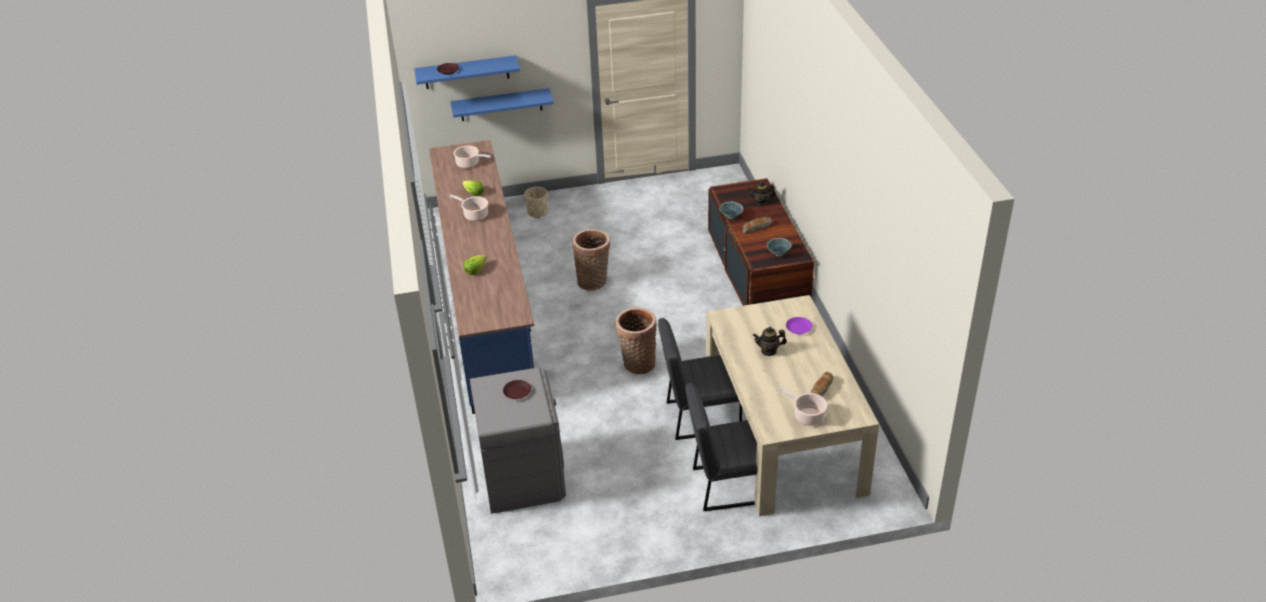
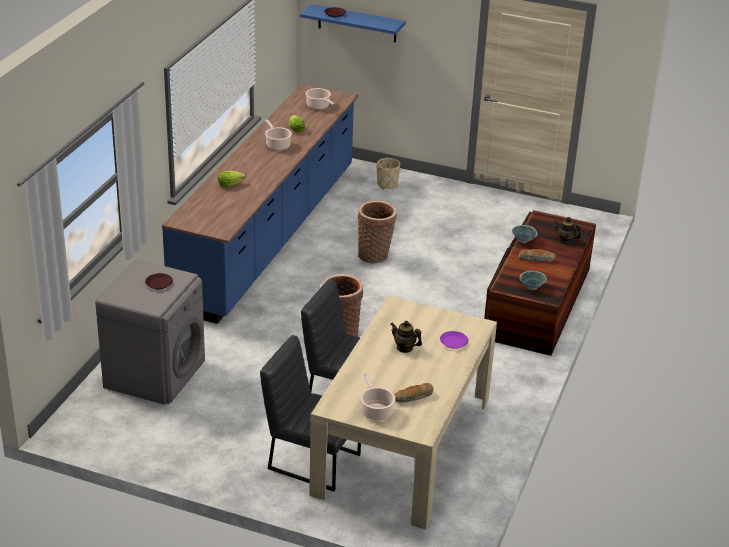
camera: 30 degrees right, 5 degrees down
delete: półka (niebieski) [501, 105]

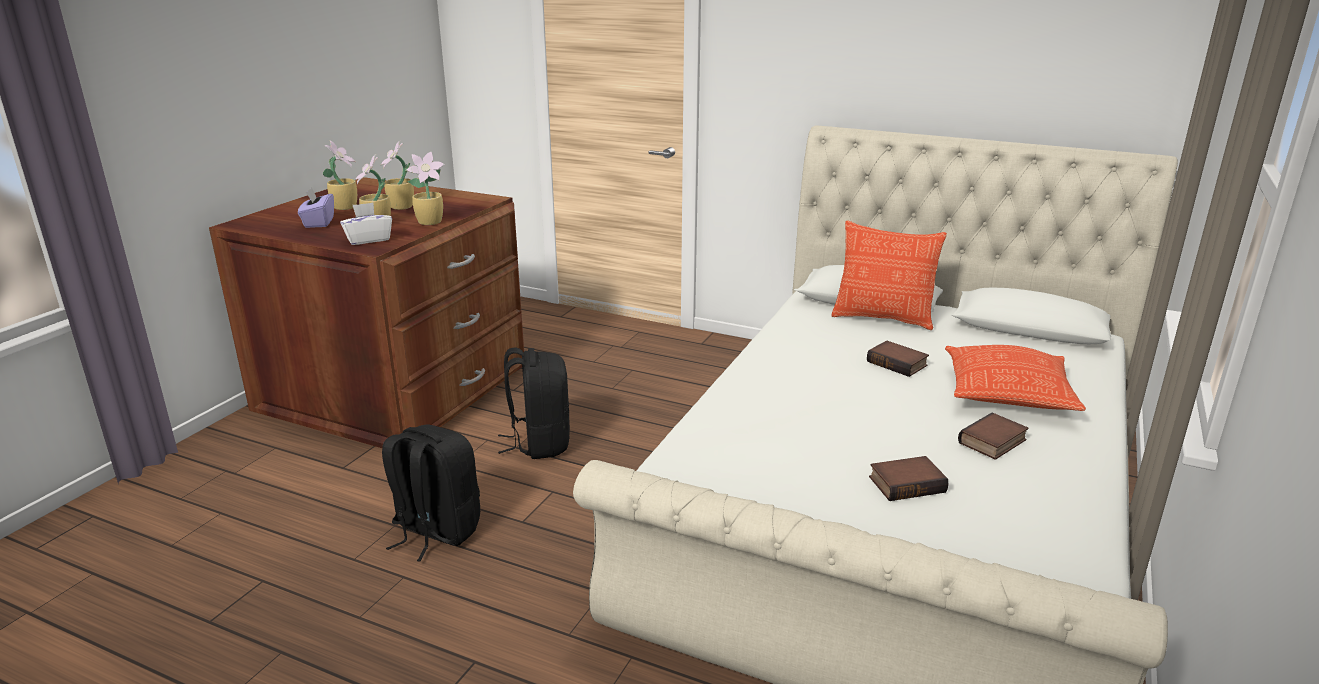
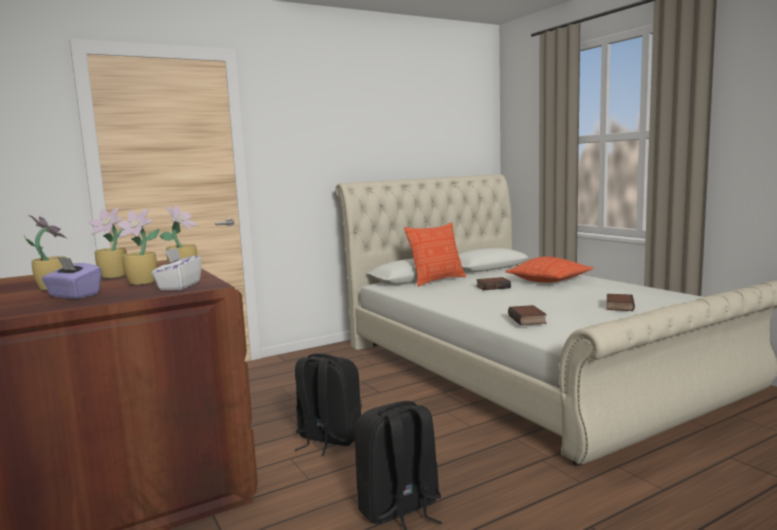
camera: 55 degrees left, 15 degrees down
move: książka [993, 442] to [528, 319]

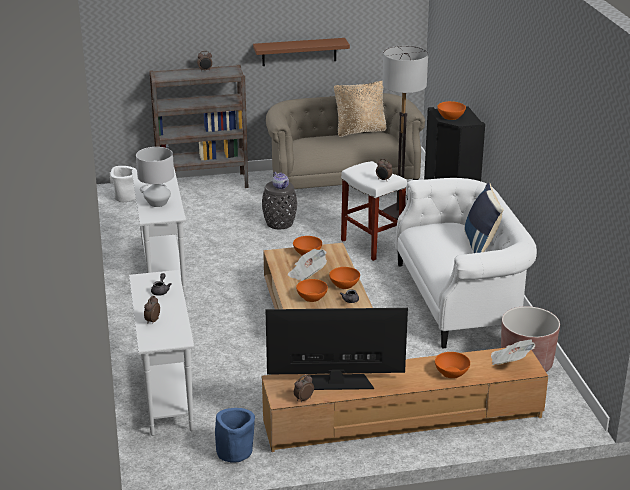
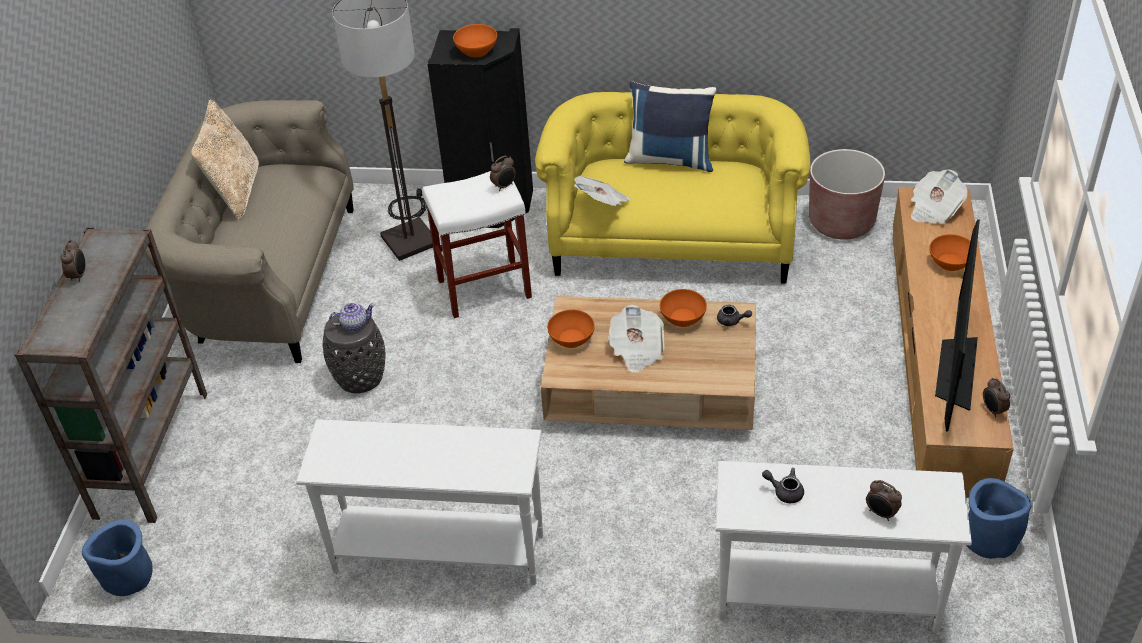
camera: 70 degrees left, 15 degrees up
delete: lampa stołowa (biały) [156, 197]; półka (brązowy) [299, 52]; miska (pomarańczowy) [312, 297]
insert: gazeta [602, 203]
recolor: donica (biały) [125, 197] to donica (niebieski) [128, 577]; kanapa (biały) [460, 299] to kanapa (żółty) [672, 239]

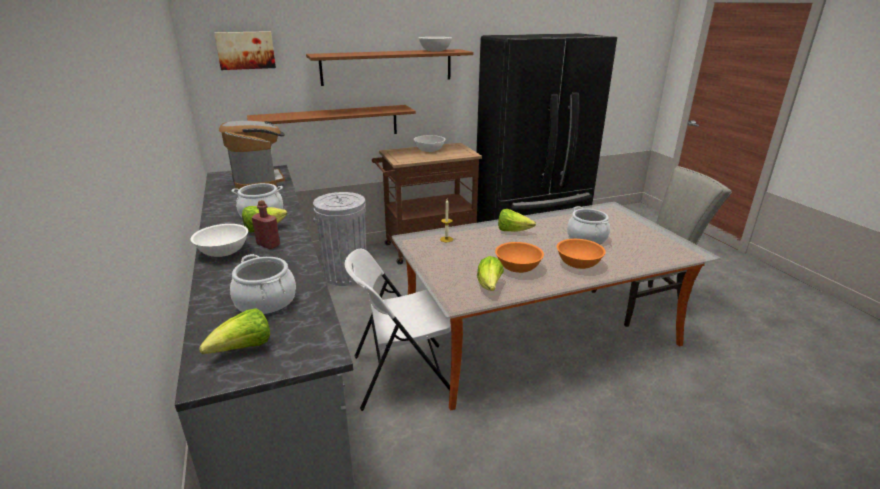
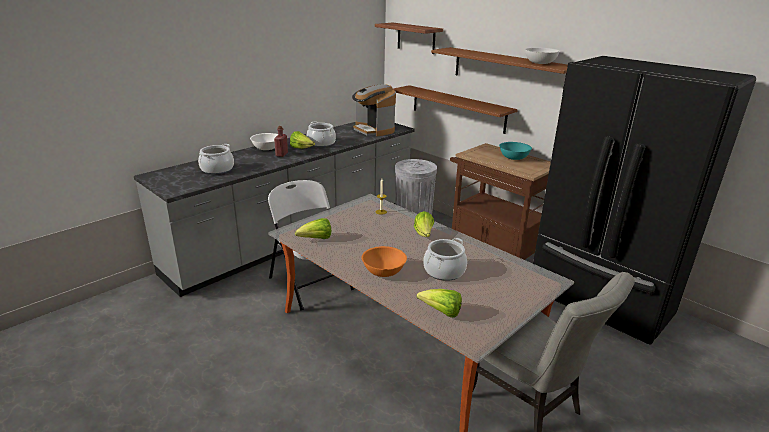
camera: 65 degrees right, 0 degrees up
delete: miska (pomarańczowy) [517, 268]
move: sałata [243, 349] to [441, 312]
replace: obraz [245, 50] to półka [416, 38]
recolor: miska (biały) [429, 150] to miska (turkusowy) [514, 157]
rotate: ekspres do kawy [259, 181] = [373, 130] 105 degrees clockwise

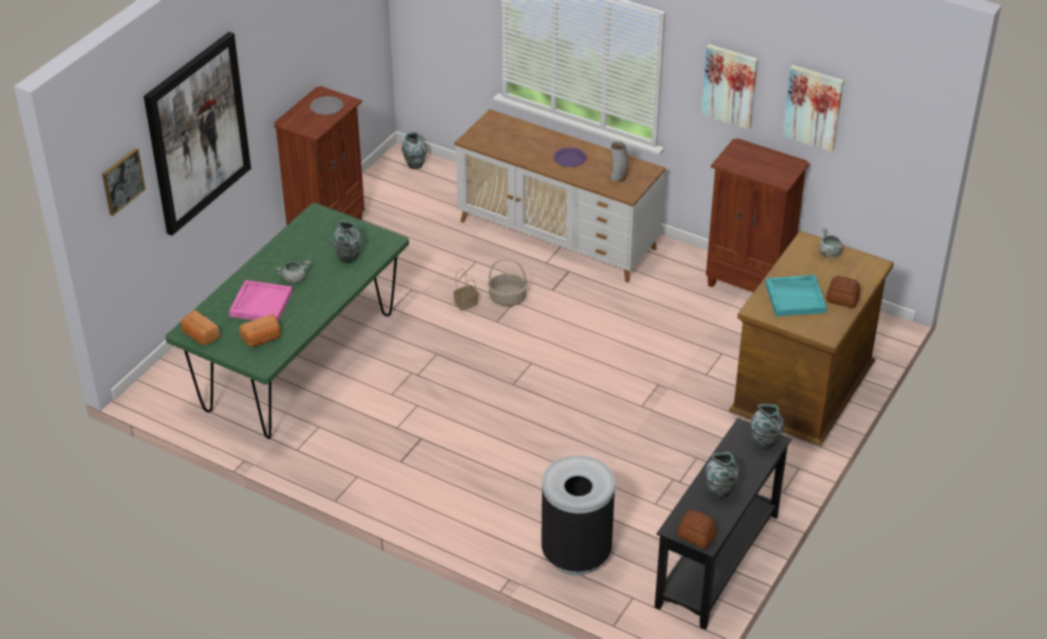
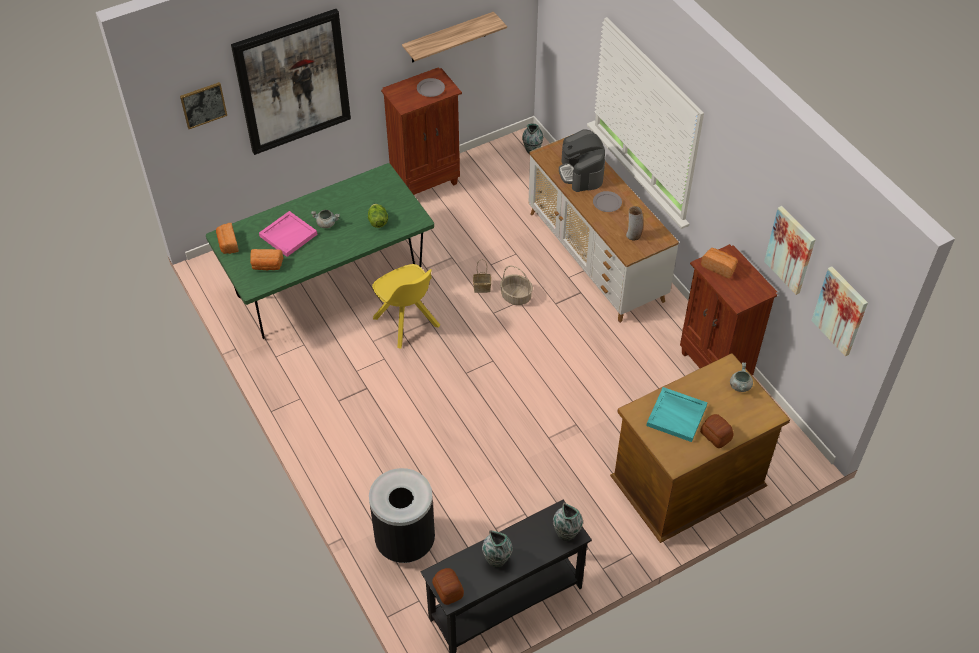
camera: 30 degrees right, 10 degrees up
insert: krzesło (żółty) [406, 323]; półka [448, 38]; ekspres do kawy [581, 173]; chleb [719, 267]
move: obraz [730, 86] to [840, 311]
replace: wazon [348, 257] to sałata [378, 222]
recolor: talerz (fioletowy) [570, 159] to talerz (szary) [607, 203]

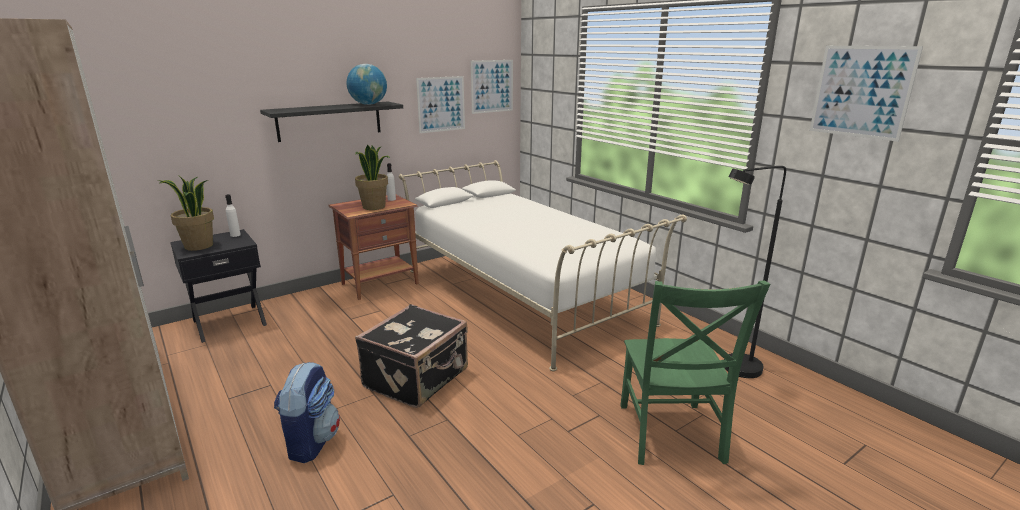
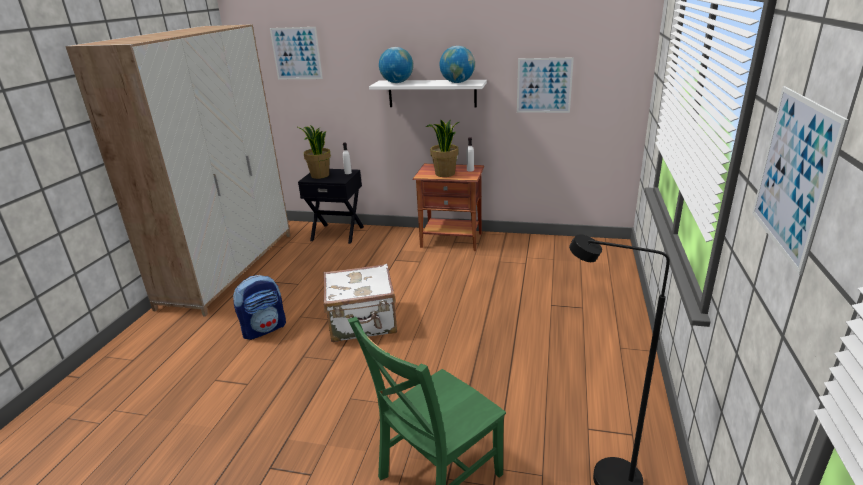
camera: 50 degrees right, 5 degrees up
delete: łóżko (biały) [522, 296]
insert: globus [397, 82]
move: obraz [492, 86] to [296, 53]
recolor: półka (czarny) [329, 121] to półka (biały) [432, 93]; walizka (czarny) [418, 378] to walizka (biały) [363, 323]

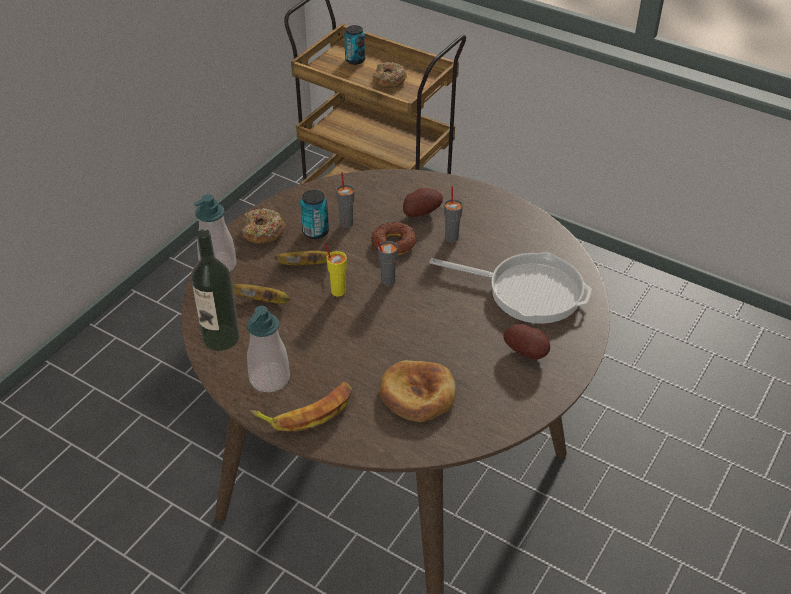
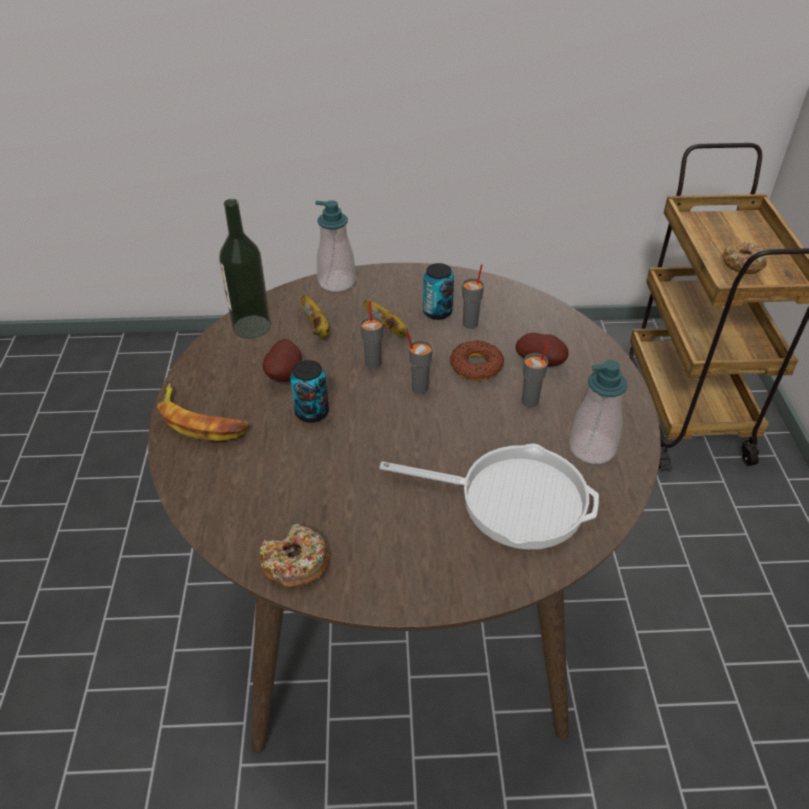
camera: 55 degrees right, 0 degrees up
delete: chleb [418, 394]
move: donut [263, 232] to [295, 563]; dozownik mydła [269, 378] to [592, 448]; puszka [355, 60] to [312, 412]; ziemniak [527, 353] to [286, 375]
recolor: filiżanka (żółty) [338, 291] to filiżanka (szary) [373, 363]
rotate: patelnia [528, 291] = [513, 500] 60 degrees counterclockwise

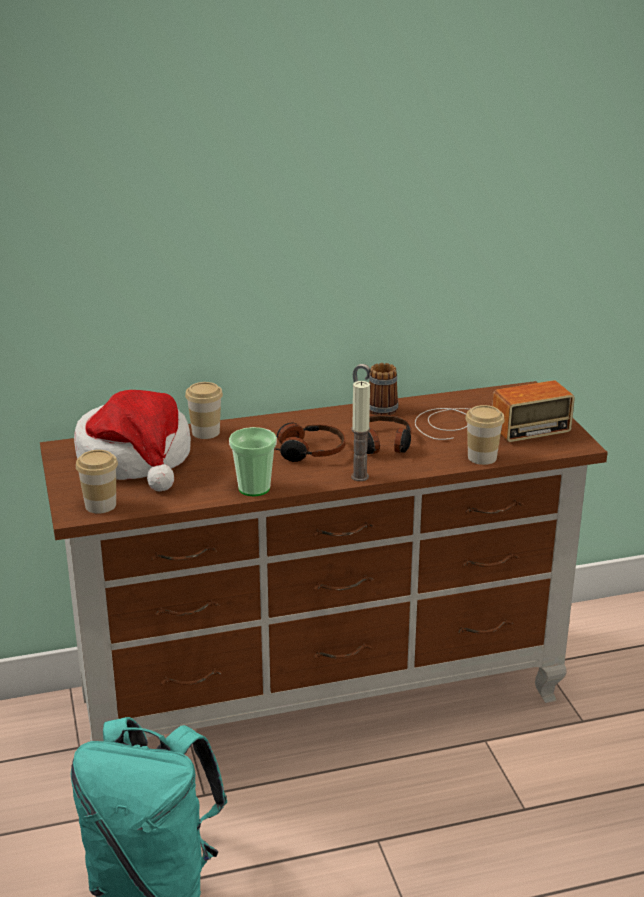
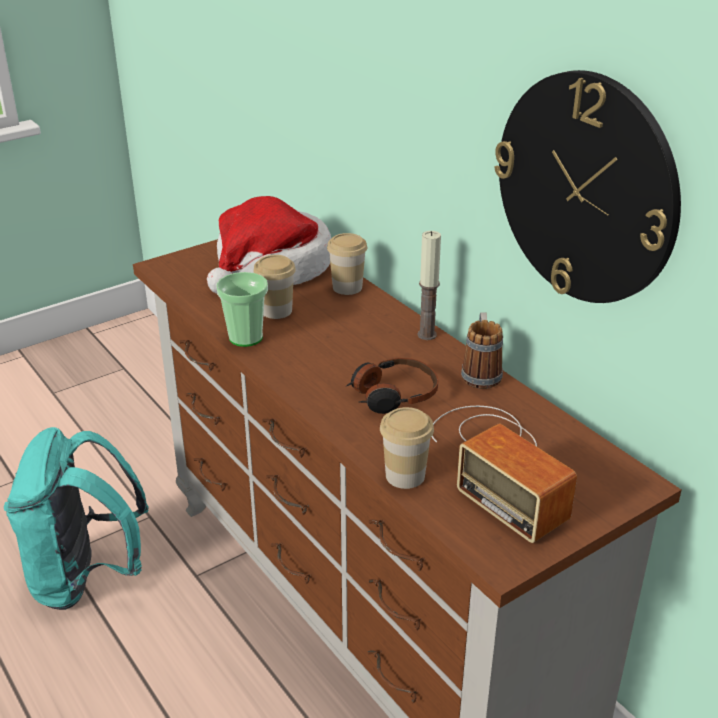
camera: 70 degrees right, 5 degrees up
delete: słuchawki [308, 451]
insert: zegar ścienny [585, 189]
move: filiżanka [100, 505] to [276, 311]; świeca [360, 477] to [427, 335]

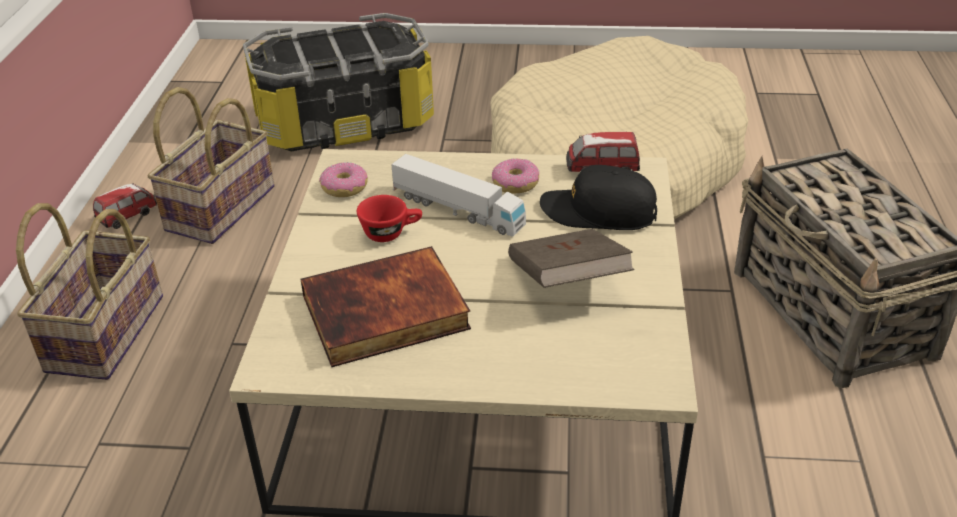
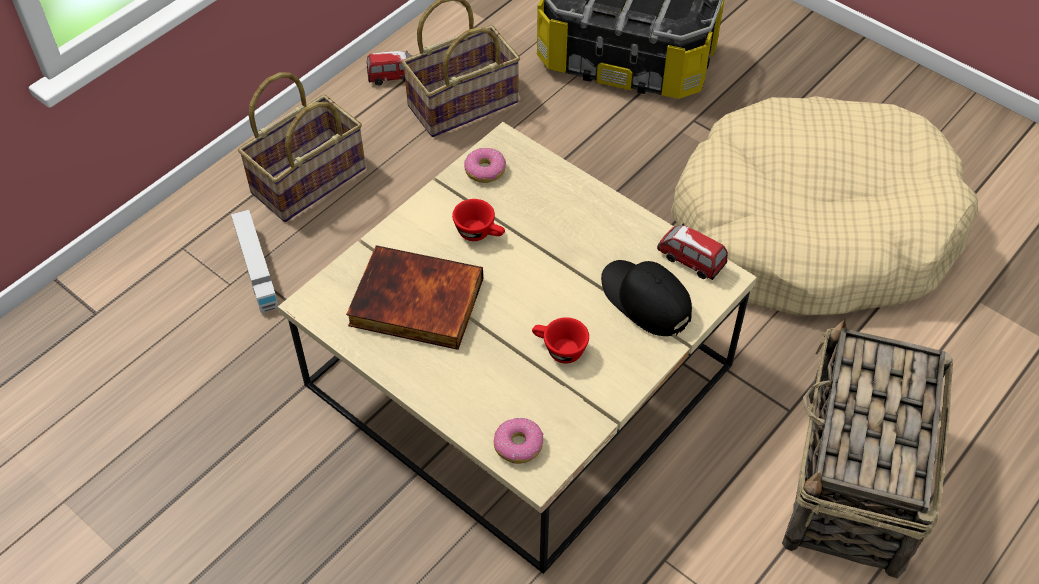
camera: 35 degrees right, 15 degrees up
move: ciężarówka zabawkowa [457, 210] to [257, 269]; donut [515, 183] to [518, 445]
replace: książka (brązowy) [567, 282] to filiżanka (czerwony) [559, 350]

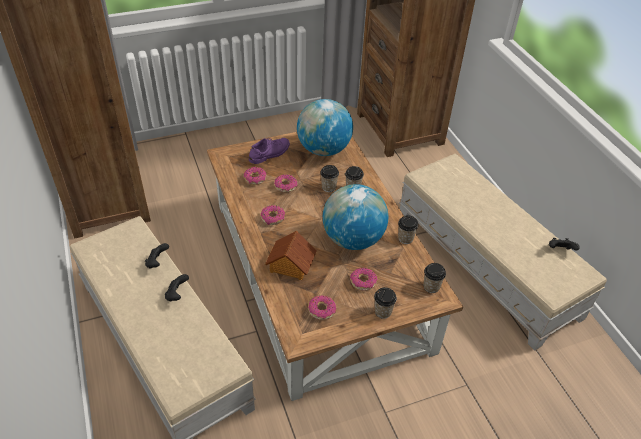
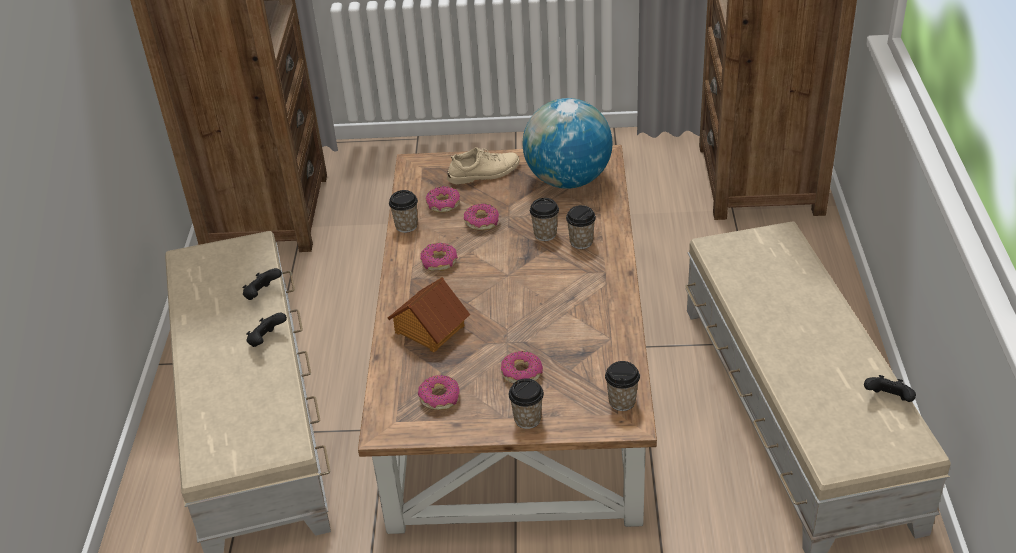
camera: 25 degrees right, 5 degrees down
delete: globus [353, 239]
move: filiżanka [405, 238] to [406, 226]
recolor: but (fioletowy) [269, 153] to but (beżowy) [484, 173]

